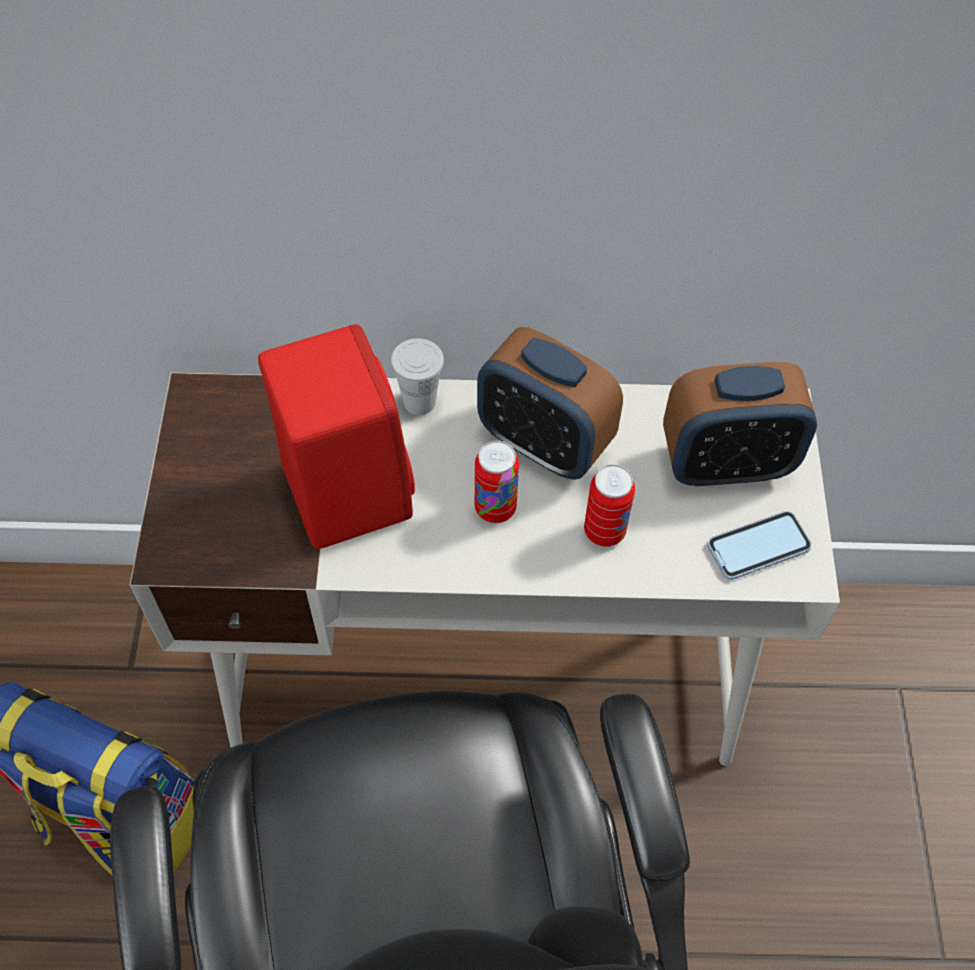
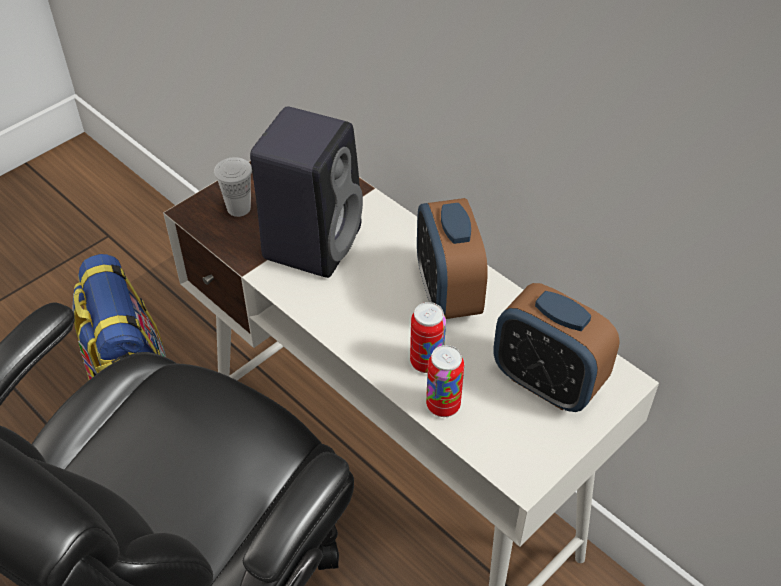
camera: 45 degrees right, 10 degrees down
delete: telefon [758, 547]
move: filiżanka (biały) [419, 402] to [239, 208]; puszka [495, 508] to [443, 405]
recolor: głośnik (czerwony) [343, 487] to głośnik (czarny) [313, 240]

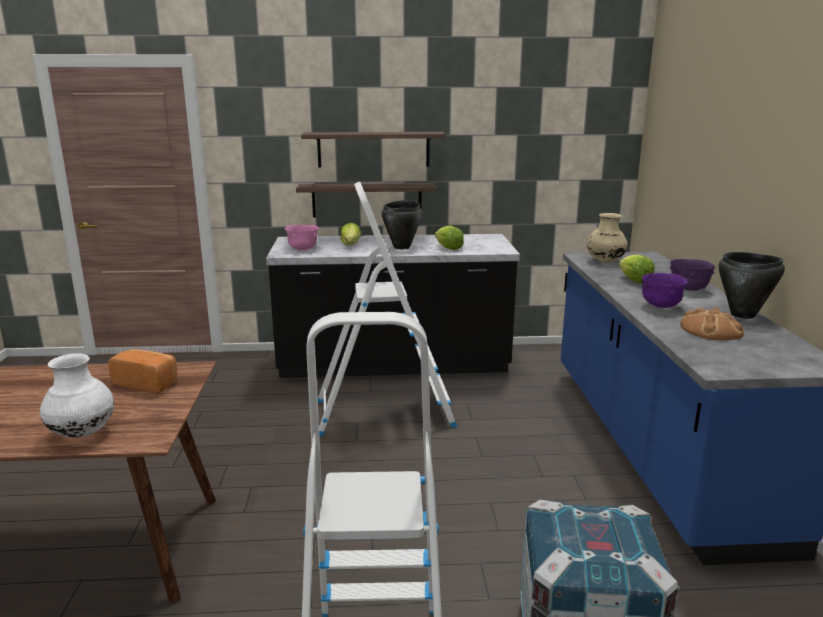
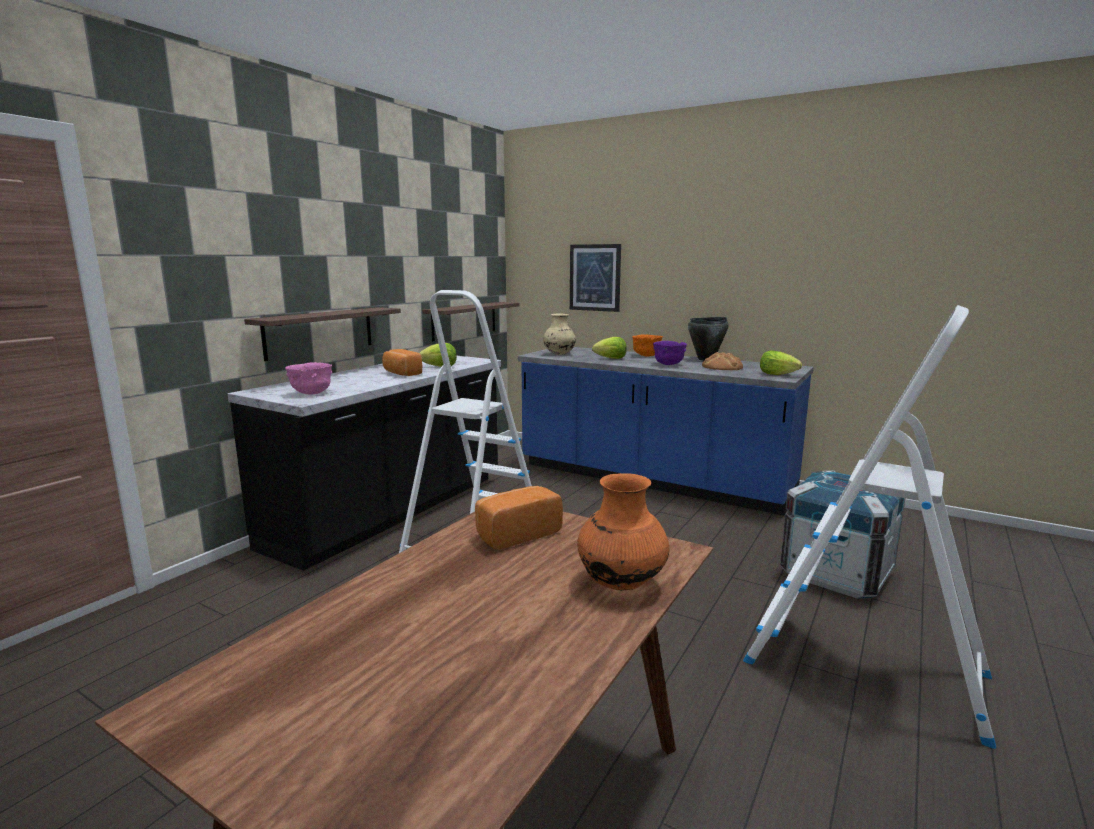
camera: 55 degrees left, 5 degrees down
insert: obraz [595, 277]
move: półka [373, 149] to [464, 320]; sałata [350, 245] to [777, 374]
replace: garnek (czarny) [402, 247] to chleb [401, 373]
recolor: wazon (biały) [83, 433] to wazon (pomarańczowy) [621, 583]; miska (fioletowy) [688, 289] to miska (pomarańczowy) [646, 356]

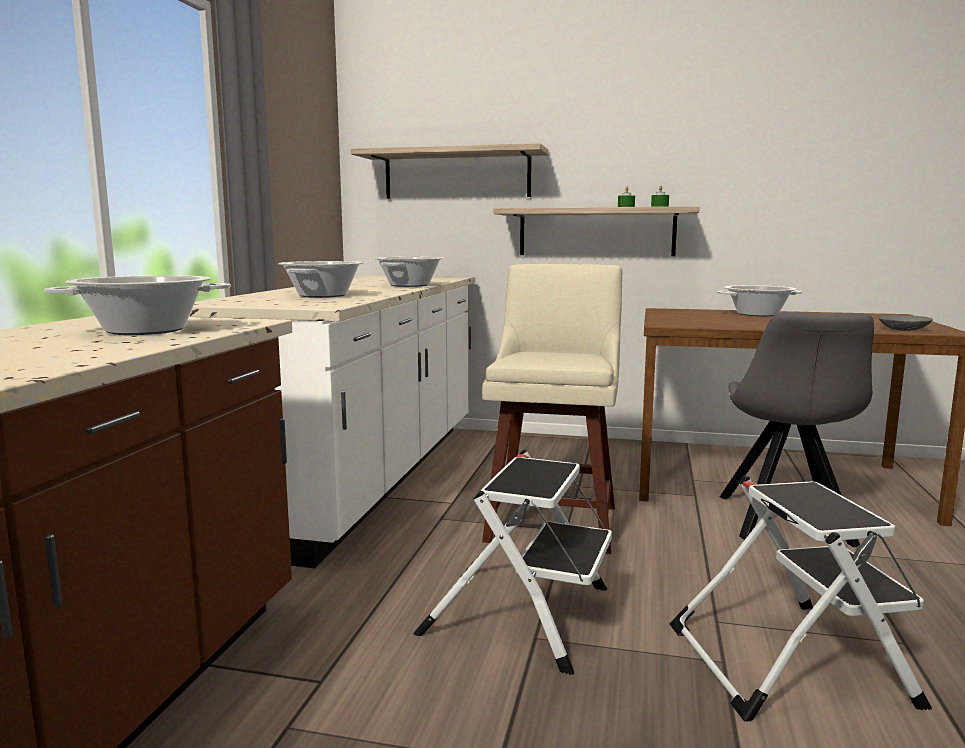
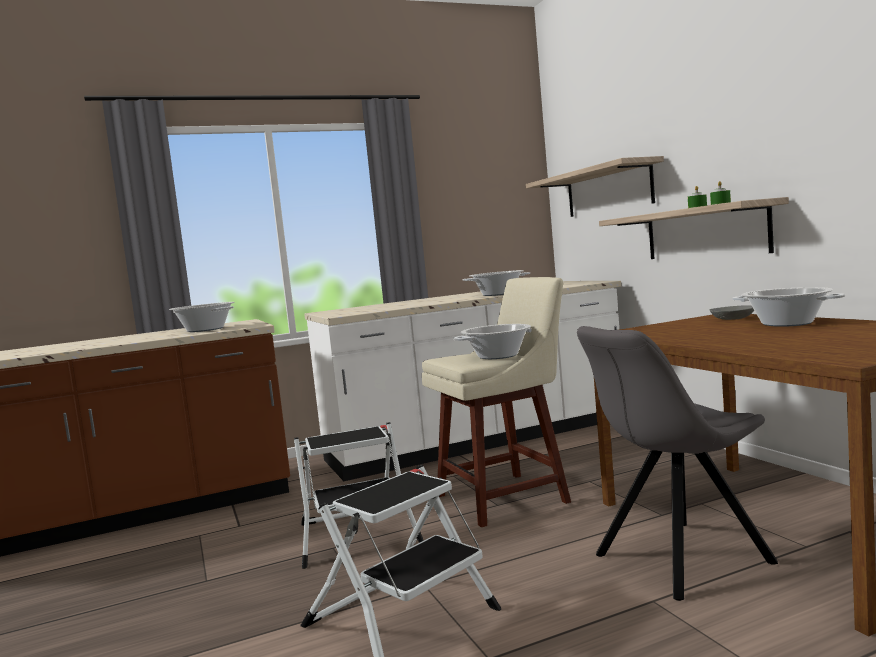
camera: 55 degrees right, 5 degrees down
move: garnek [323, 295] to [498, 356]; miska (szary) [903, 330] to [732, 319]

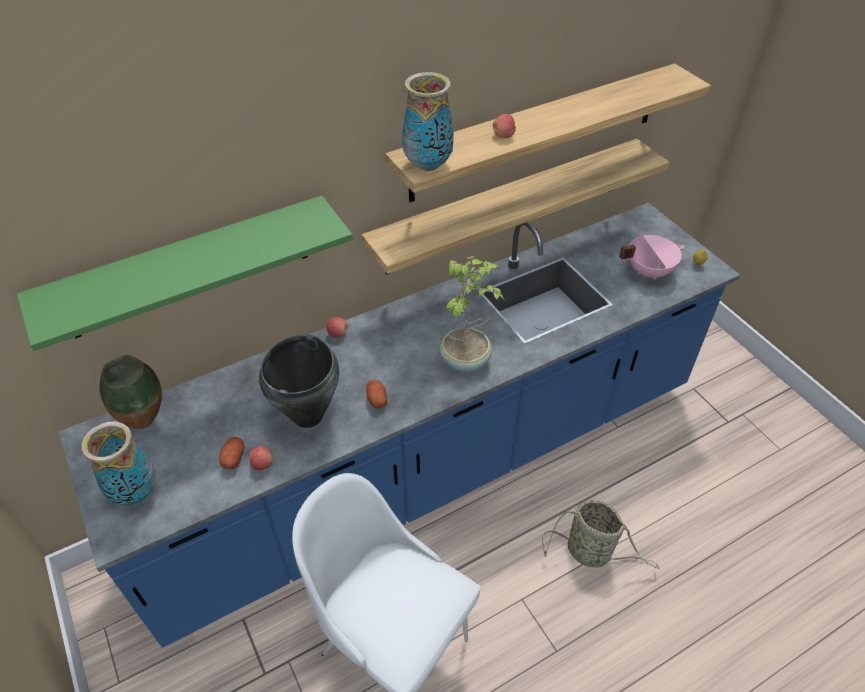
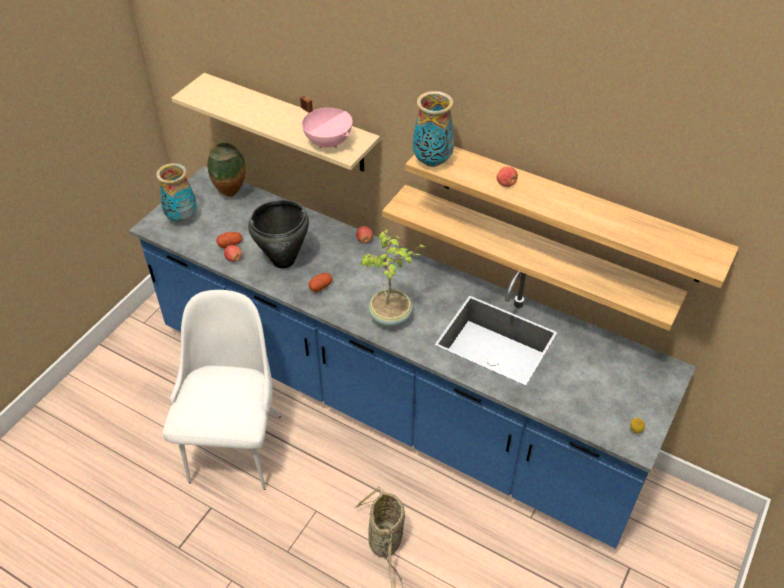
camera: 60 degrees right, 0 degrees up
move: garnek (różowy) [648, 271] to [328, 142]
recolor: półka (zielony) [188, 268] to półka (beżowy) [290, 123]

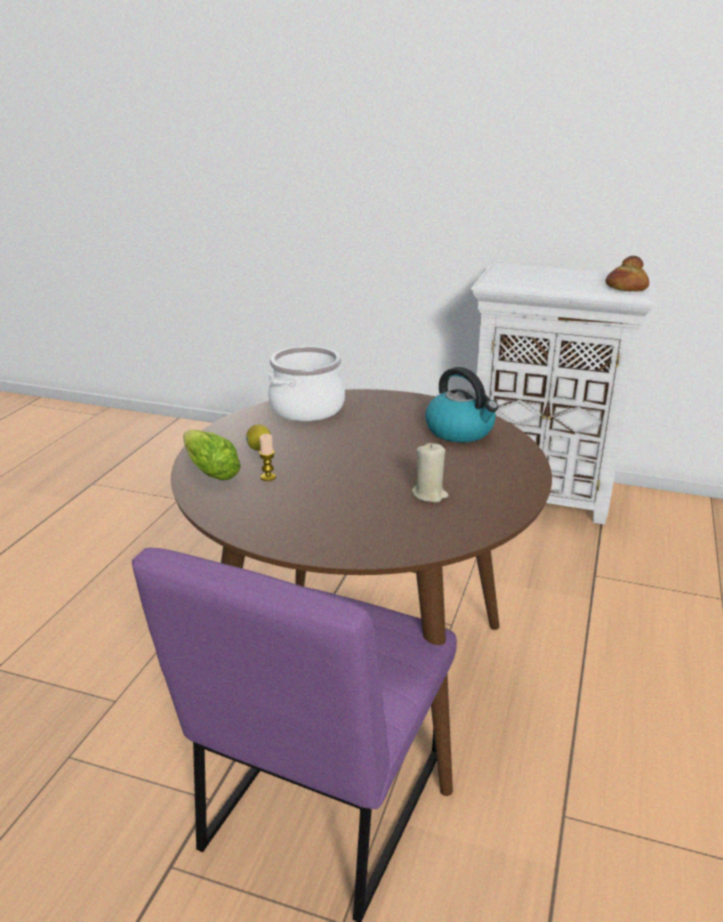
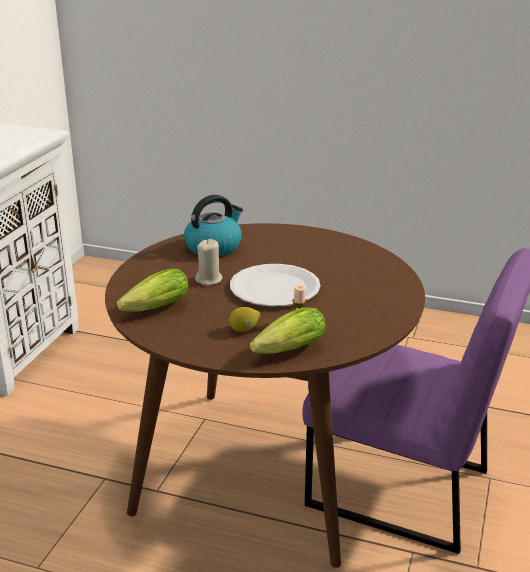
camera: 90 degrees left, 0 degrees up
delete: chleb [626, 288]
insert: talerz (biały) [275, 288]
move: świeca (beżowy) [429, 494] to [209, 280]
replace: garnek [307, 409] to sałata [153, 310]

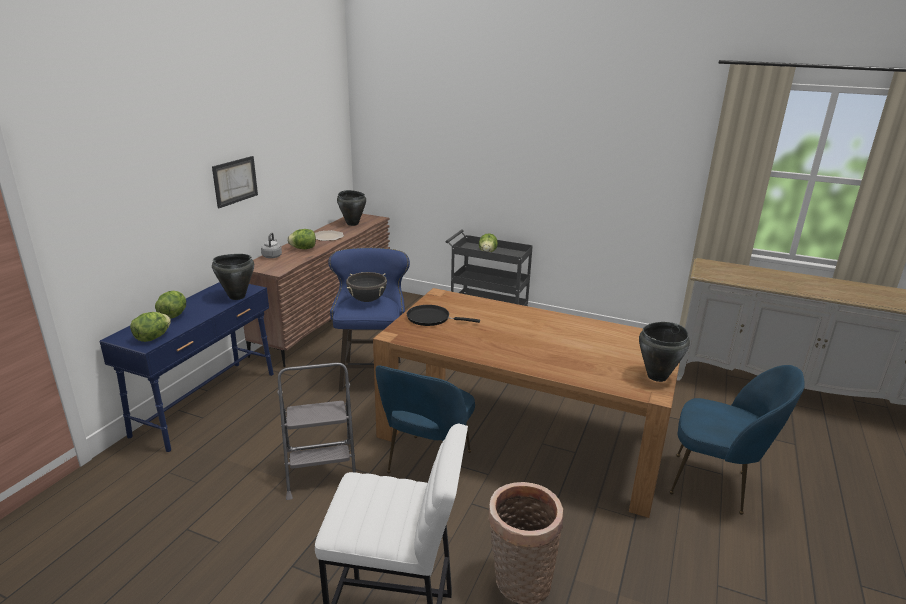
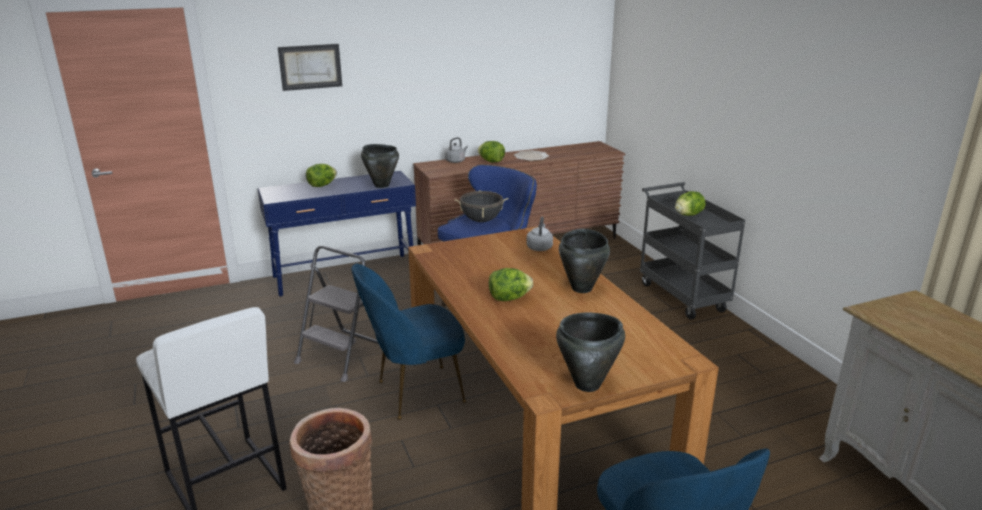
camera: 45 degrees right, 0 degrees up
delete: patelnia (czarny) [431, 318]
insert: czajnik (szary) [539, 247]
move: sałata [153, 338] to [509, 298]; obraz [235, 181] to [310, 67]; garnek (czarny) [352, 224] to [582, 288]

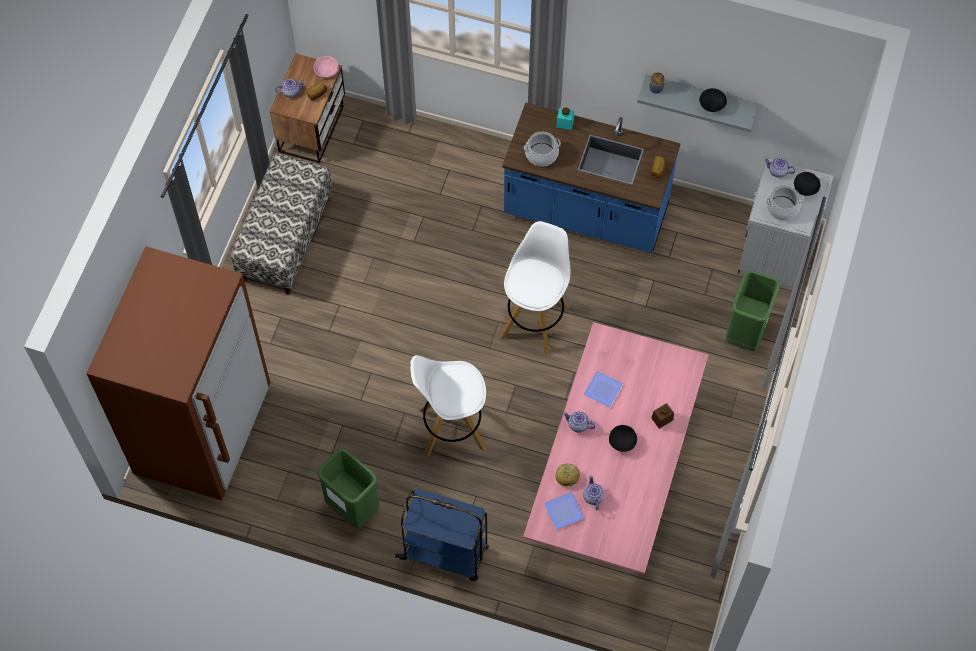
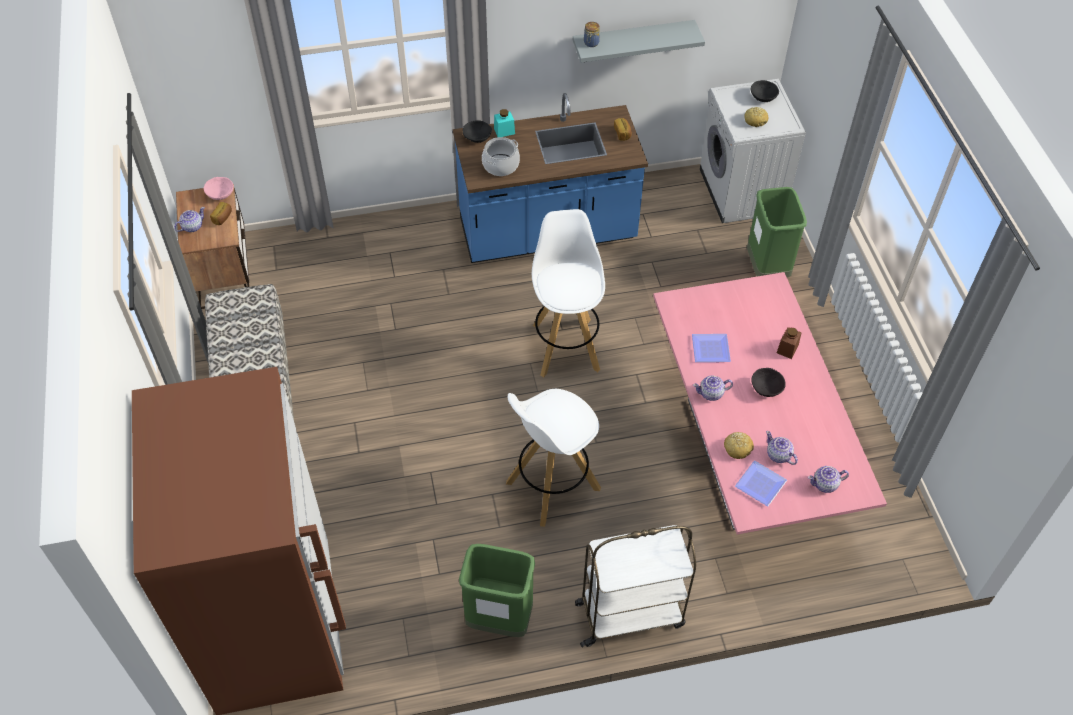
camera: 30 degrees left, 10 degrees down
move: miska (czarny) [711, 105] to [477, 138]; imbryk [778, 171] to [825, 484]
replace: garnek [782, 208] to chleb [755, 120]
recolor: wózek (niebieski) [445, 554] to wózek (biały) [630, 615]

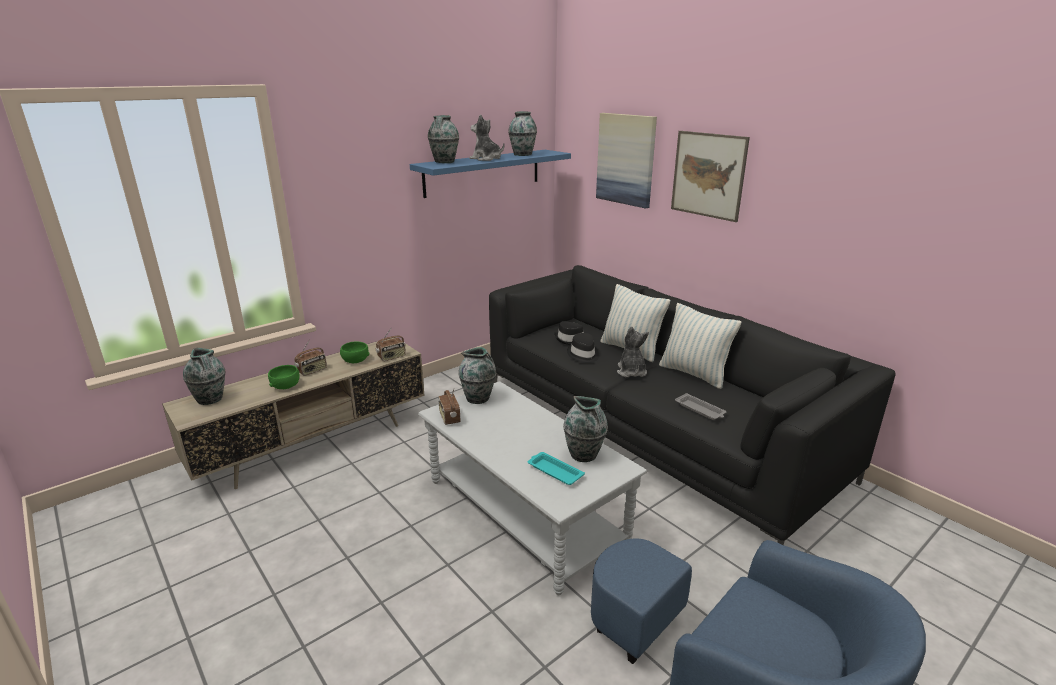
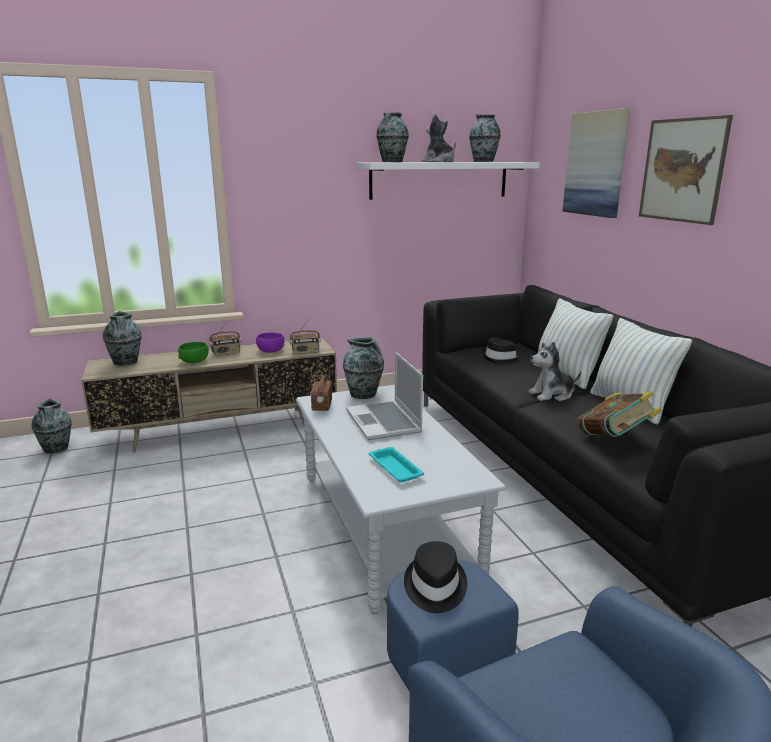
camera: 20 degrees right, 5 degrees down
insert: laptop [384, 422]
move: wazon [584, 455] to [56, 449]; kapelusz (czarny) [583, 354] to [434, 586]
replace: taca (szary) [700, 410] to książka [614, 440]
recolor: miska (zielony) [355, 360] to miska (fioletowy) [270, 350]; półka (niebieski) [483, 172] to półka (biały) [439, 180]
rotate: pluszak [631, 372] = [552, 395] 120 degrees counterclockwise

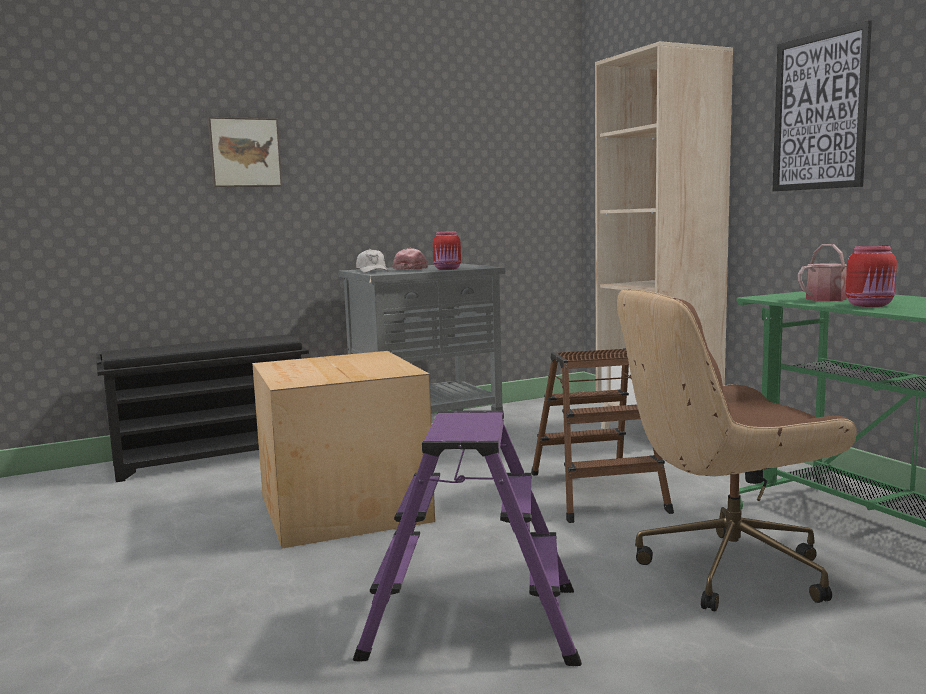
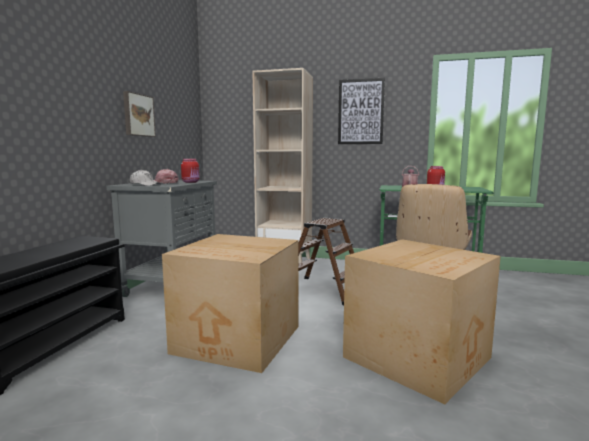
camera: 50 degrees left, 0 degrees up
move: obraz [244, 153] to [138, 115]
replace: drabinka (fioletowy) [472, 622] to karton [419, 357]

